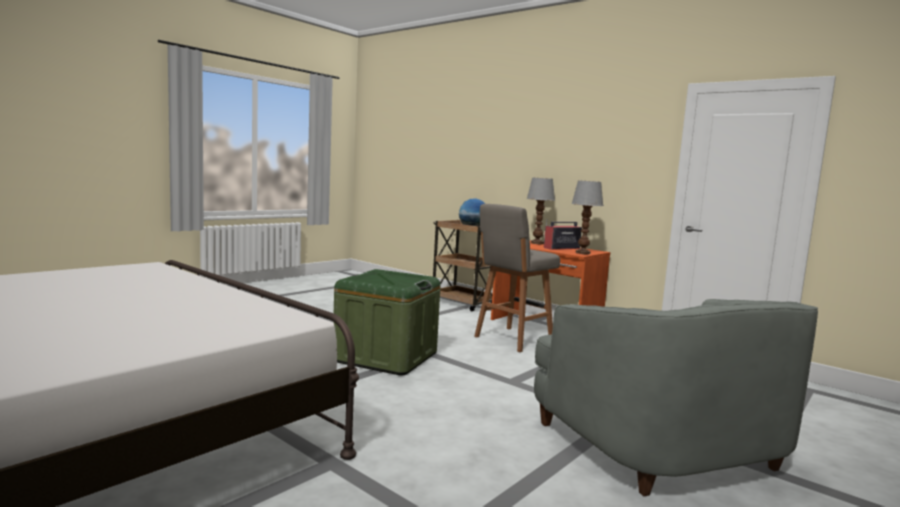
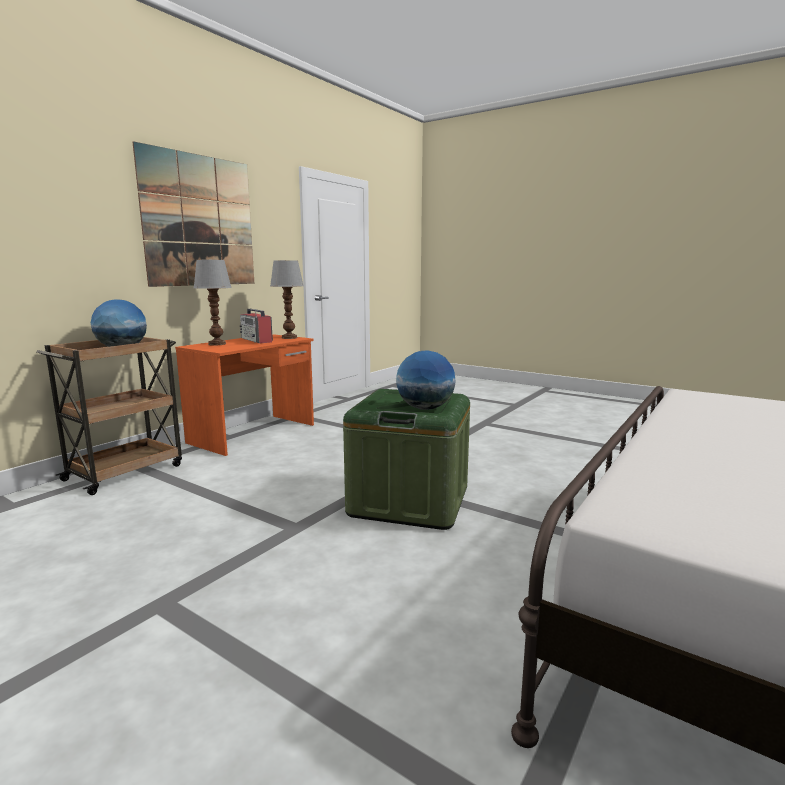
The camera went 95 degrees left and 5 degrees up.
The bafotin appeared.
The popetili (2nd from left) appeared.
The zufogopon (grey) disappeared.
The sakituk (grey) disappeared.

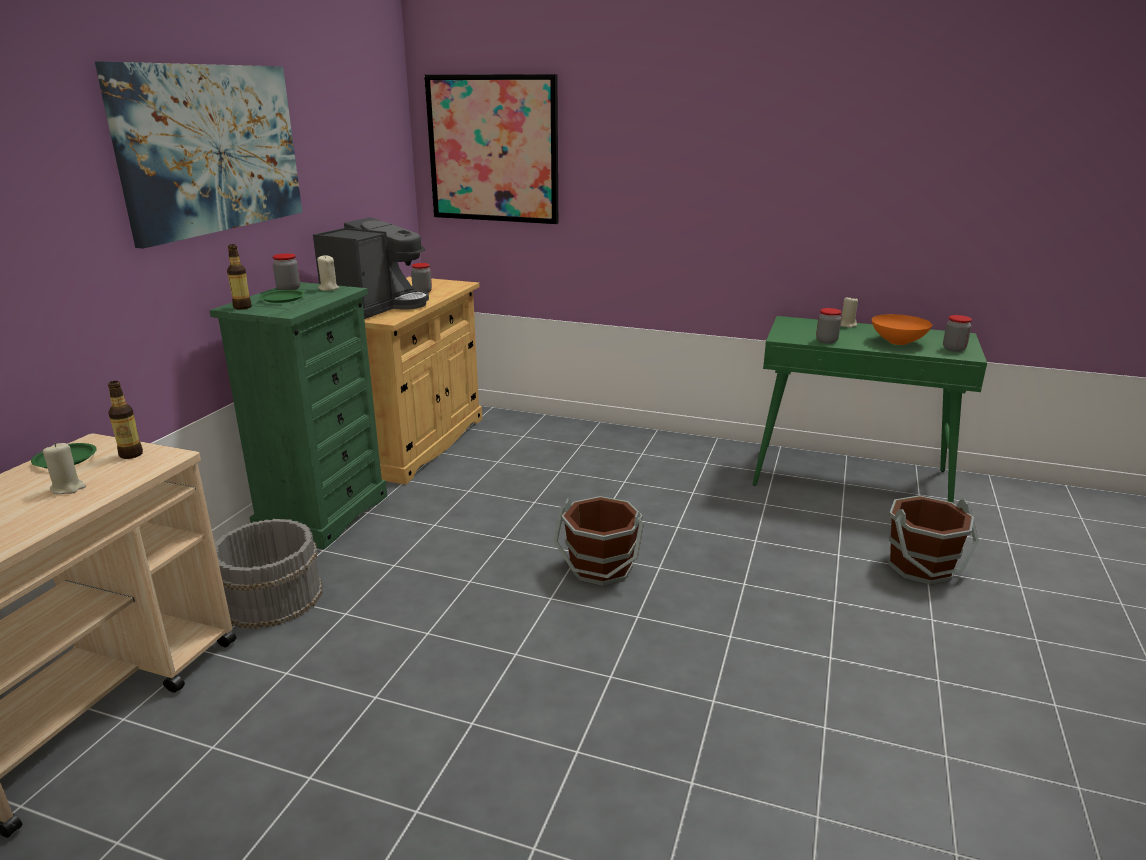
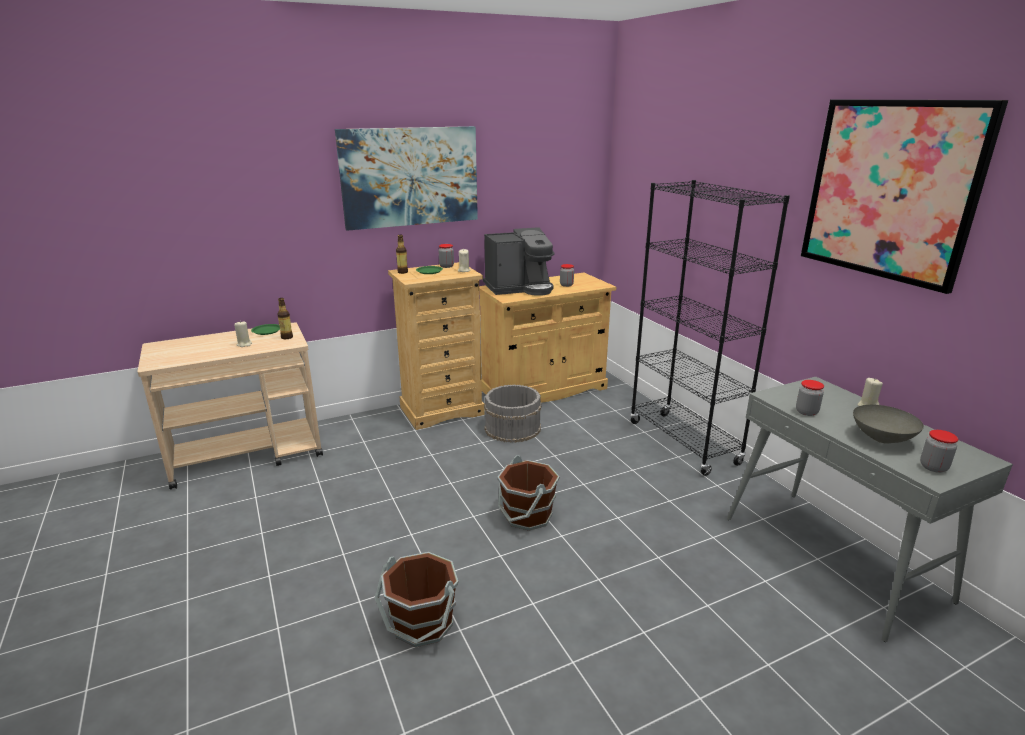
The camera went 45 degrees right and 0 degrees up.
The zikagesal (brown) (2nd from left in the first image) moved.
The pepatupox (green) became the pepatupox (beige).
The zikagesal (grey) moved.
The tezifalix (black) appeared.
The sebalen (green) became the sebalen (grey).
The bafotin (2nd from left) moved.
The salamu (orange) became the salamu (grey).

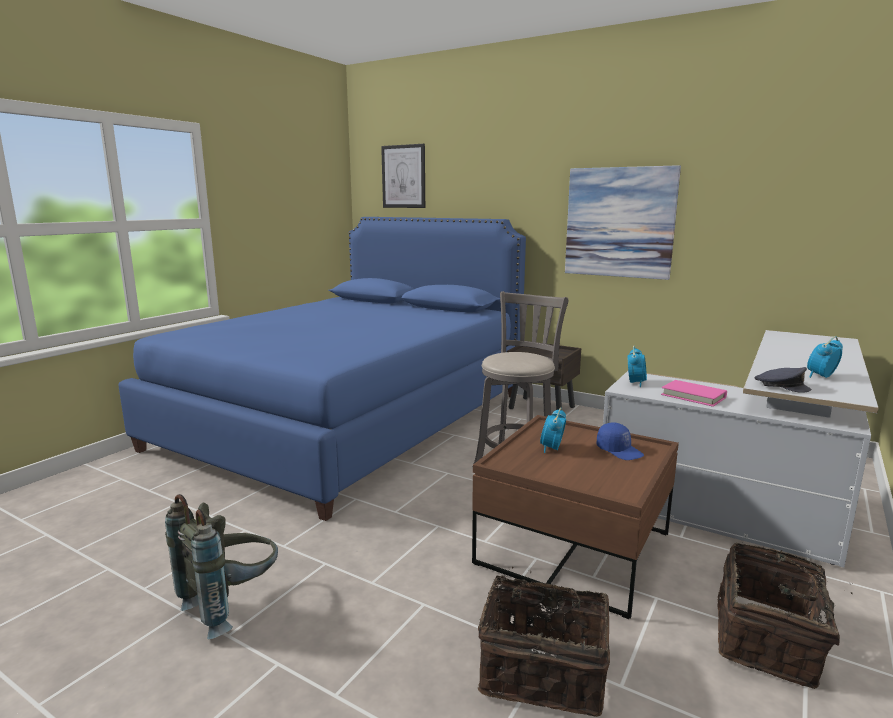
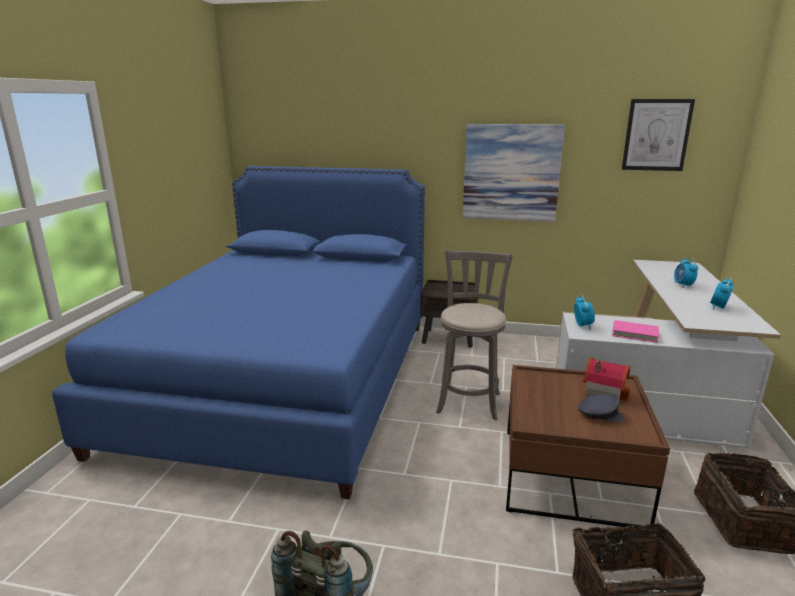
The camera went 20 degrees left and 5 degrees up.
The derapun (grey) moved.
The derapun (blue) was replaced by the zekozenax.
The bafotin (1st from left in the first image) moved.
The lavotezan (1st from left in the first image) moved.

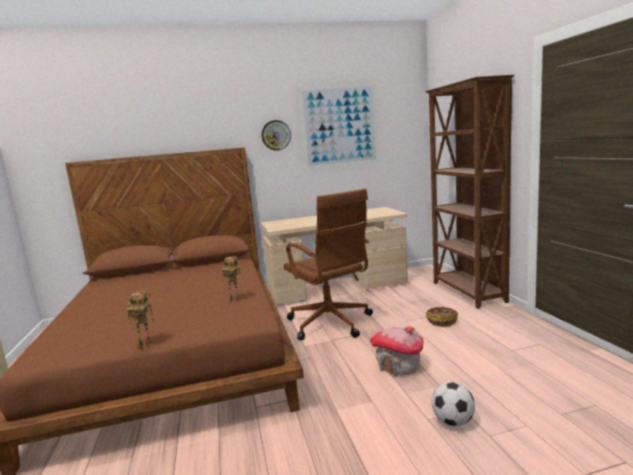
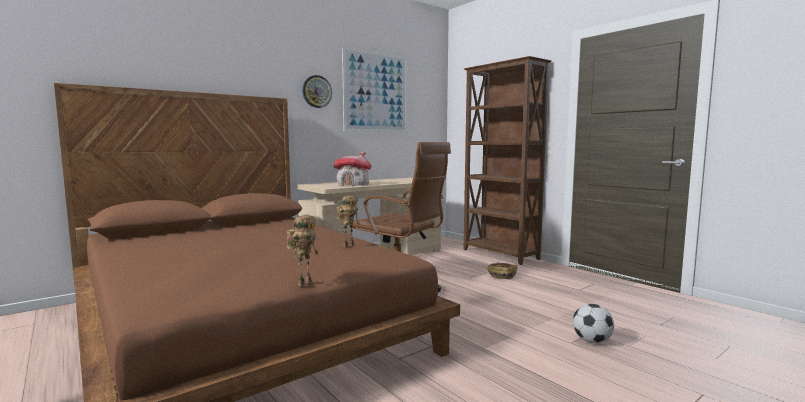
The camera went 25 degrees left and 5 degrees down.
The zekozenax moved.

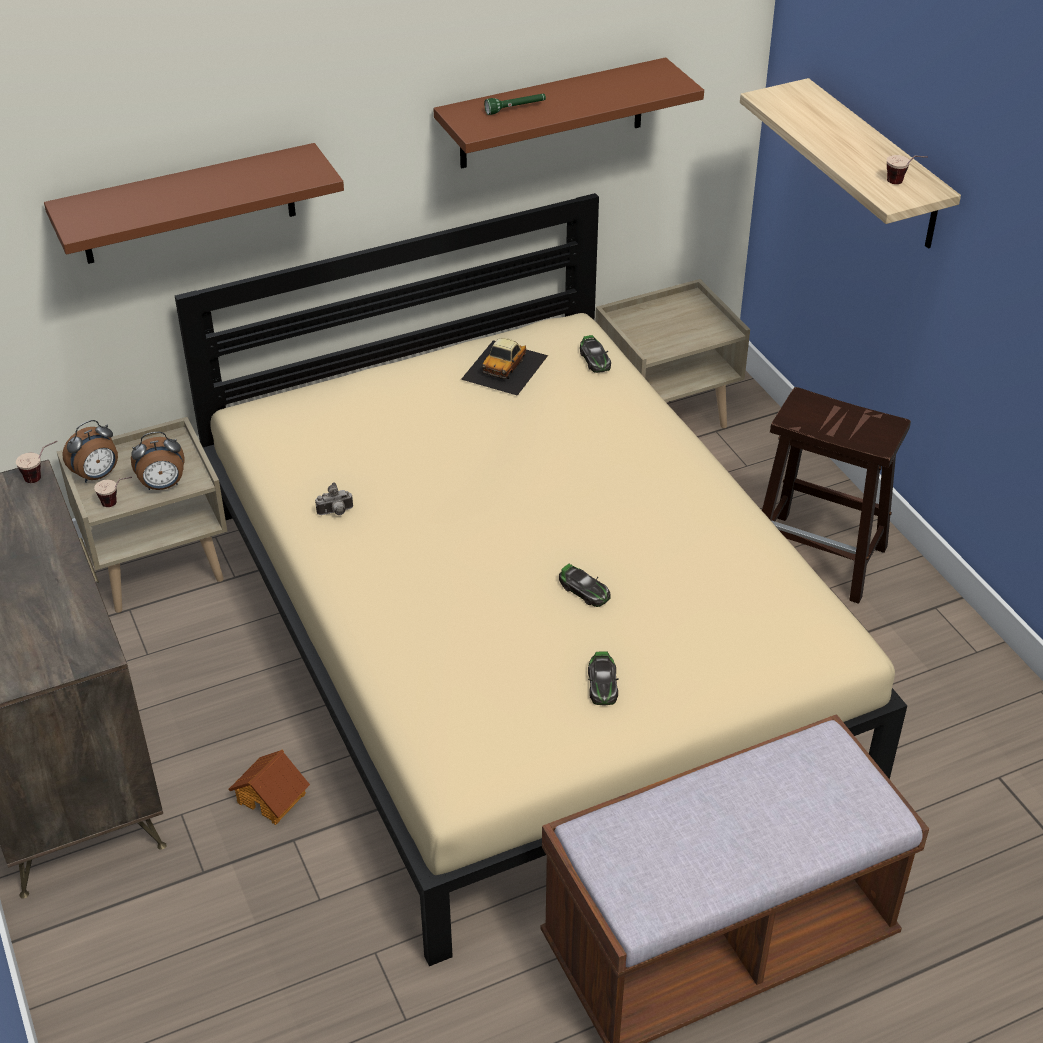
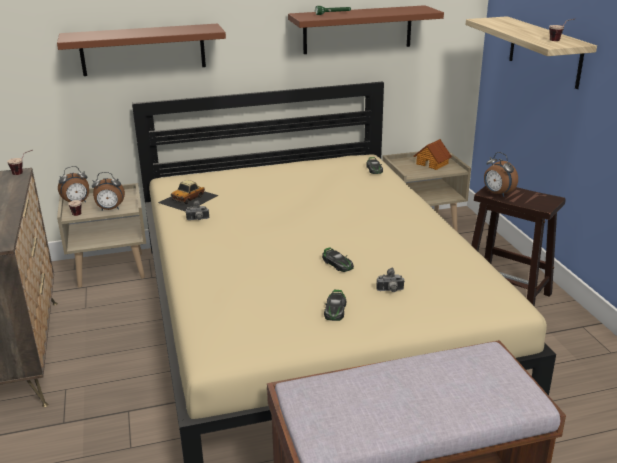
The camera went 10 degrees right and 15 degrees down.
The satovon (1st from left) moved.
The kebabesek (2nd from left) appeared.
The zekozenax moved.
The lavotezan (3rd from left) appeared.

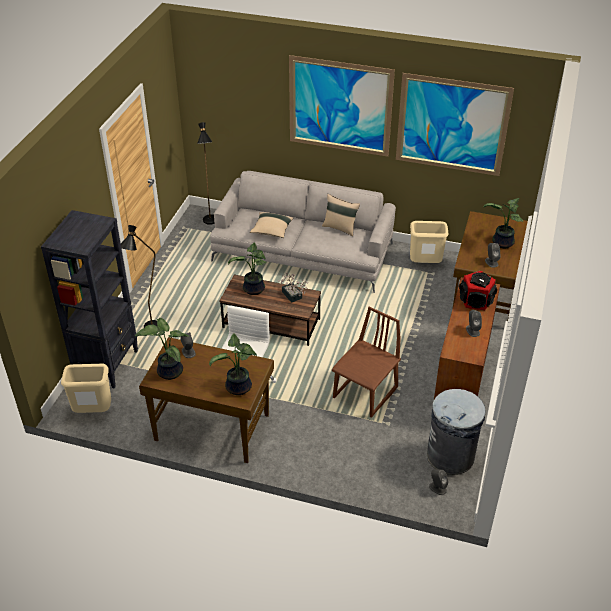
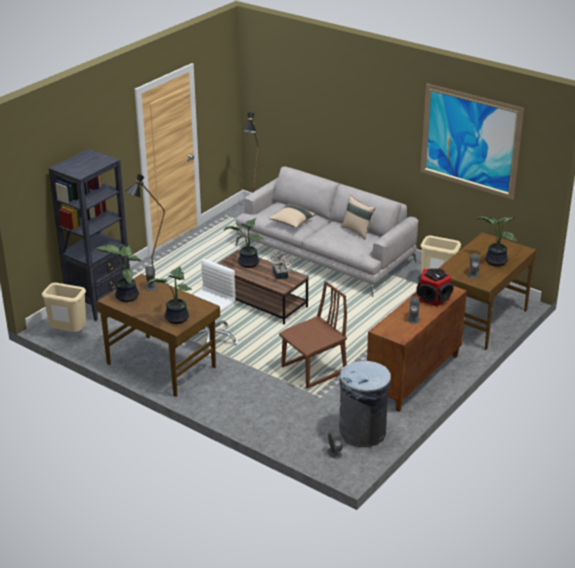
The camera went 20 degrees right and 10 degrees down.
The bafotin (1st from left) disappeared.

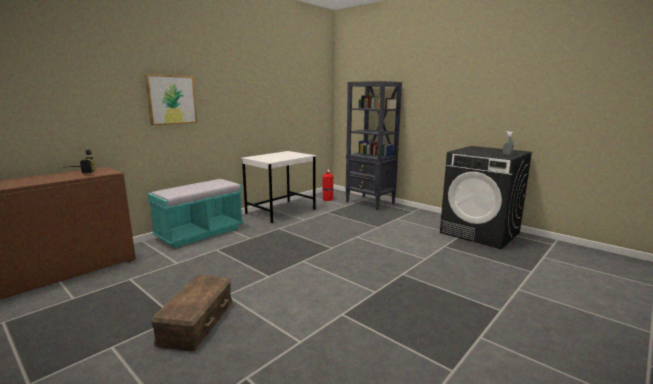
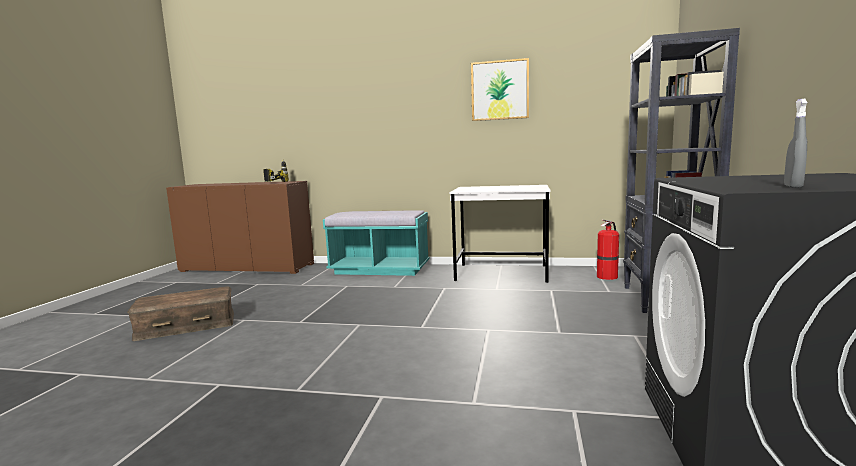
The camera went 60 degrees right and 5 degrees down.
The bafotin moved.

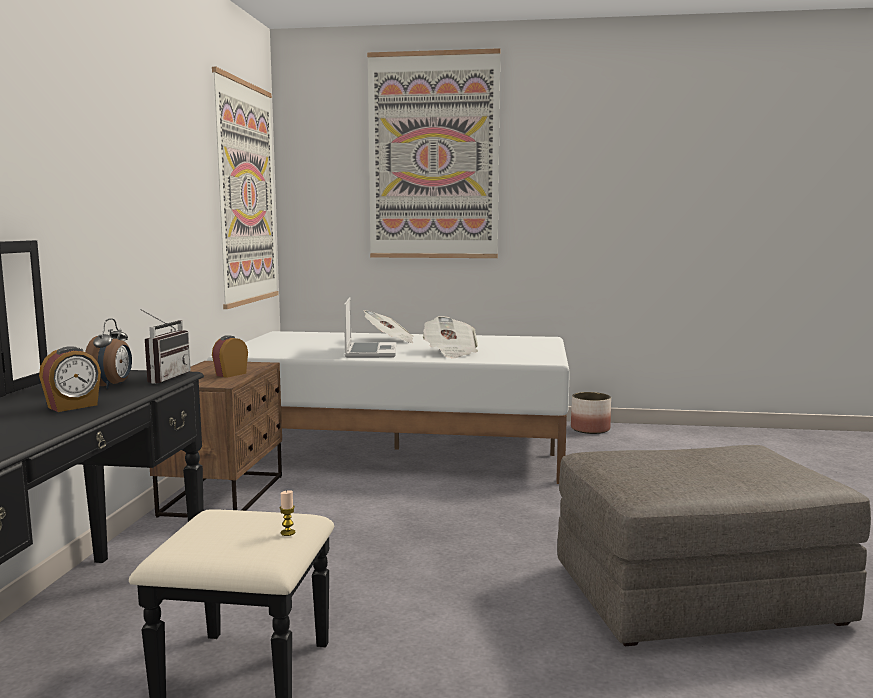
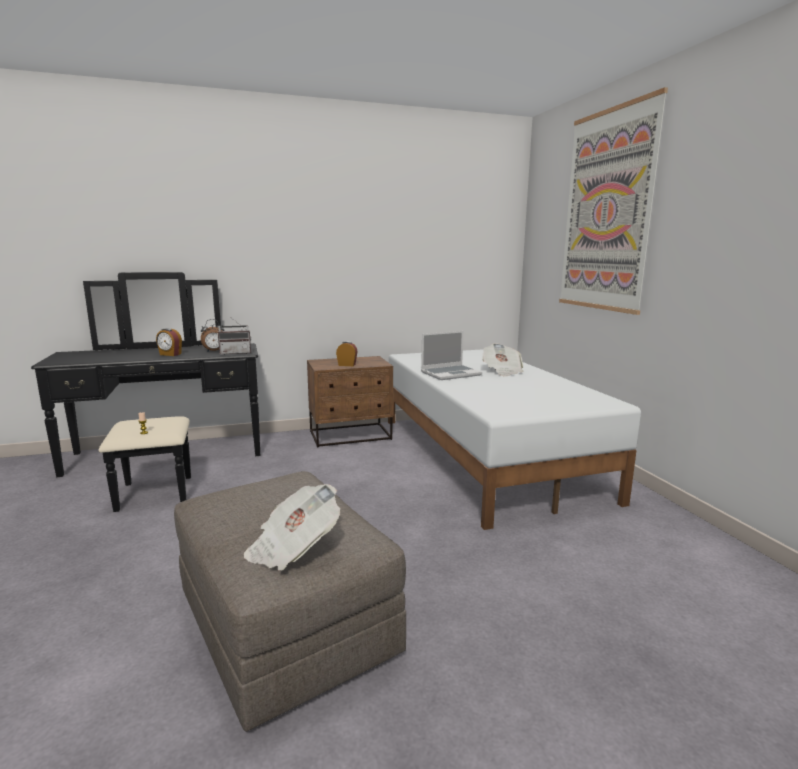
The camera went 65 degrees right and 5 degrees up.
The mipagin (2nd from left in the first image) moved.
The bafotin (1st from left) disappeared.
The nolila disappeared.

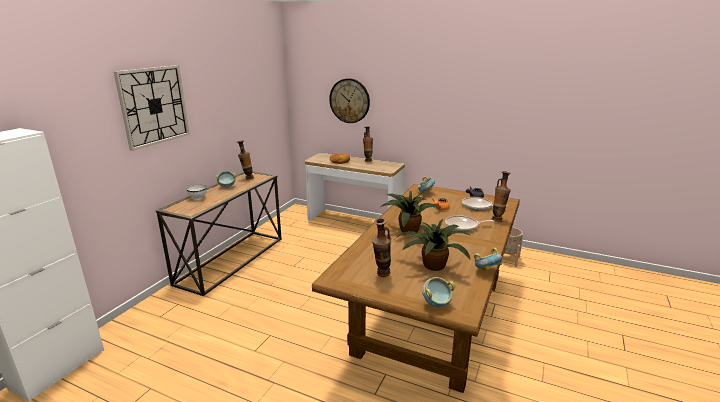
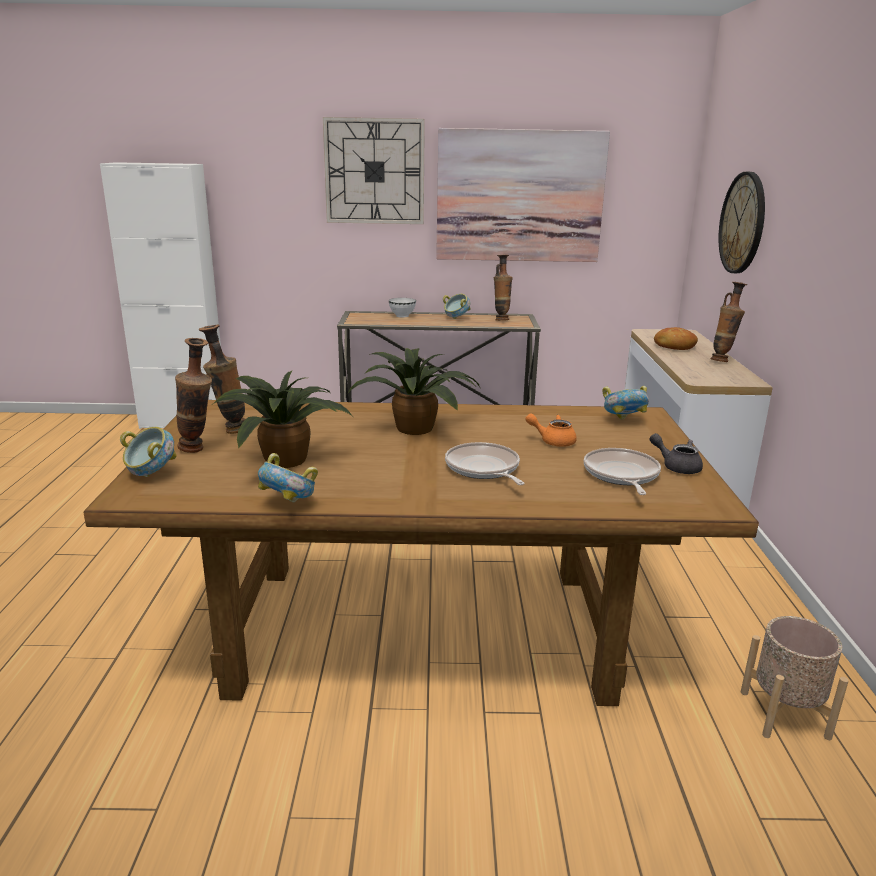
The camera went 65 degrees right and 0 degrees up.
The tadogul (4th from left in the first image) moved.
The bafotin appeared.

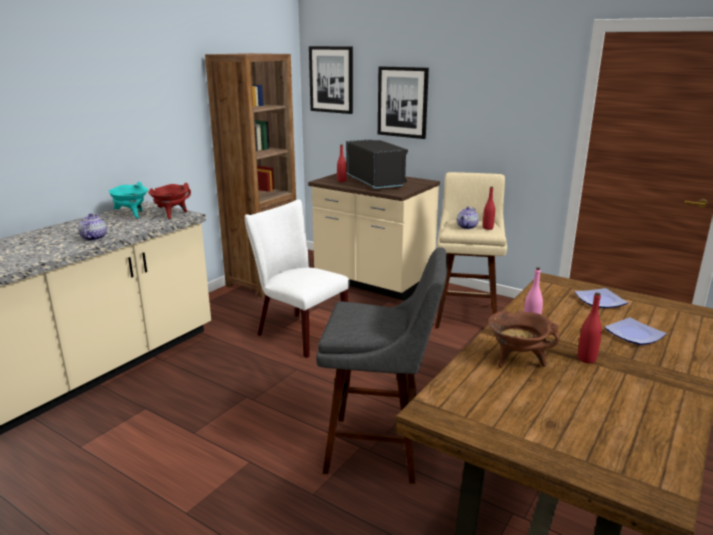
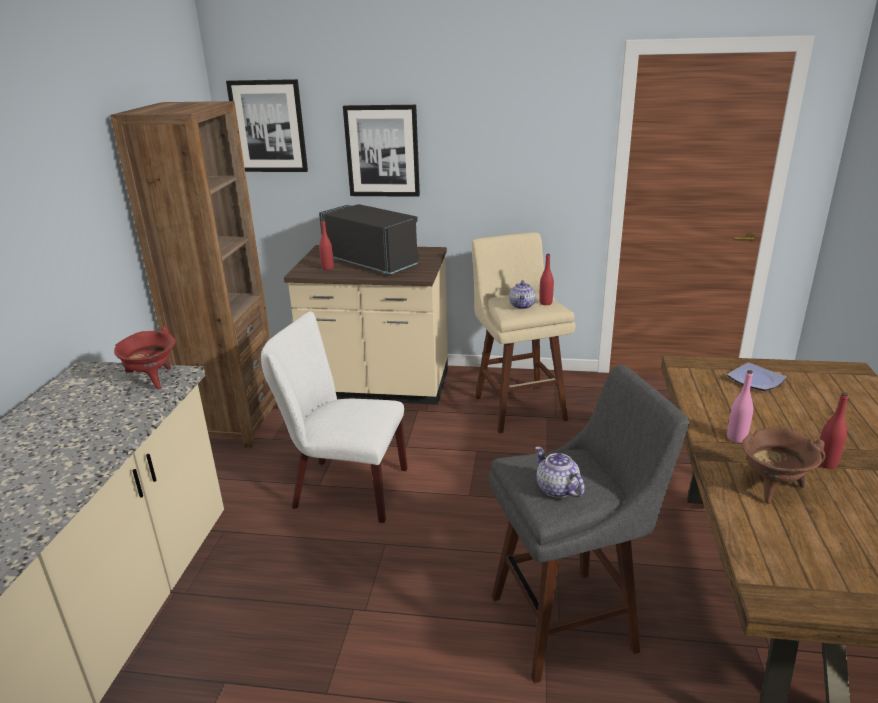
The camera went 25 degrees left and 5 degrees up.
The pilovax (1st from left in the first image) moved.
The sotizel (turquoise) disappeared.
The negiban (2nd from left) disappeared.

